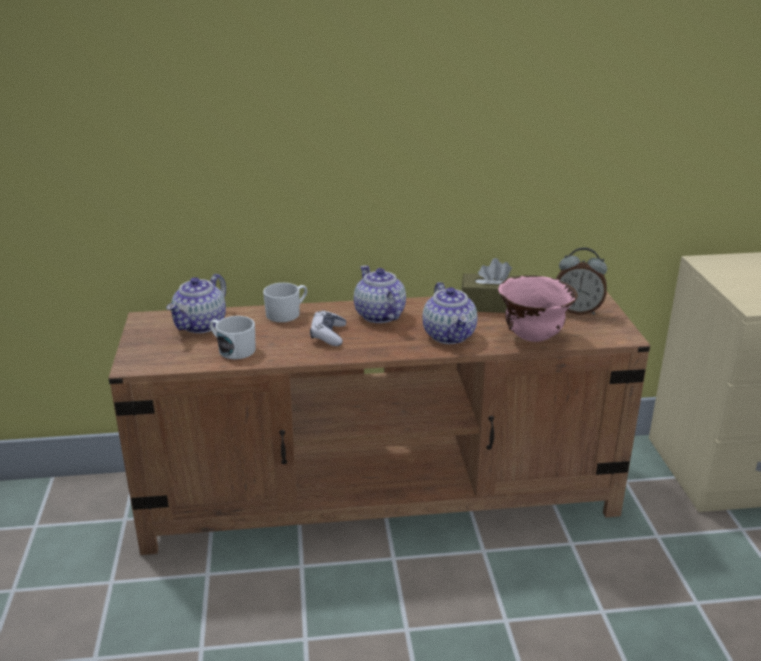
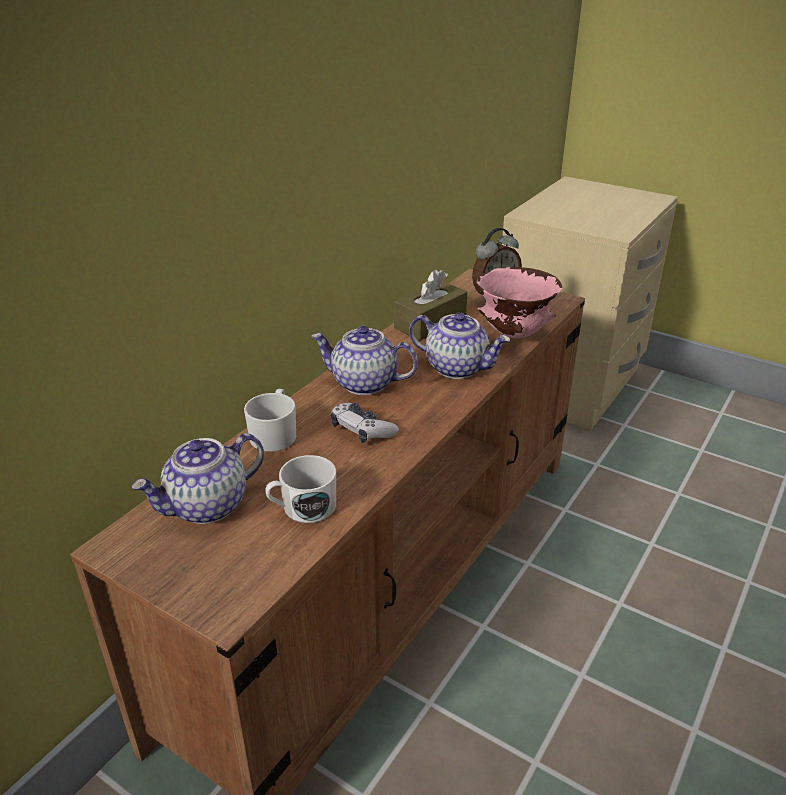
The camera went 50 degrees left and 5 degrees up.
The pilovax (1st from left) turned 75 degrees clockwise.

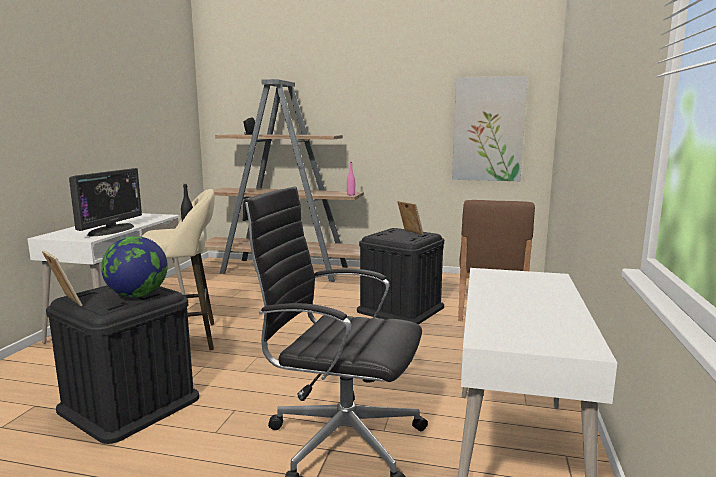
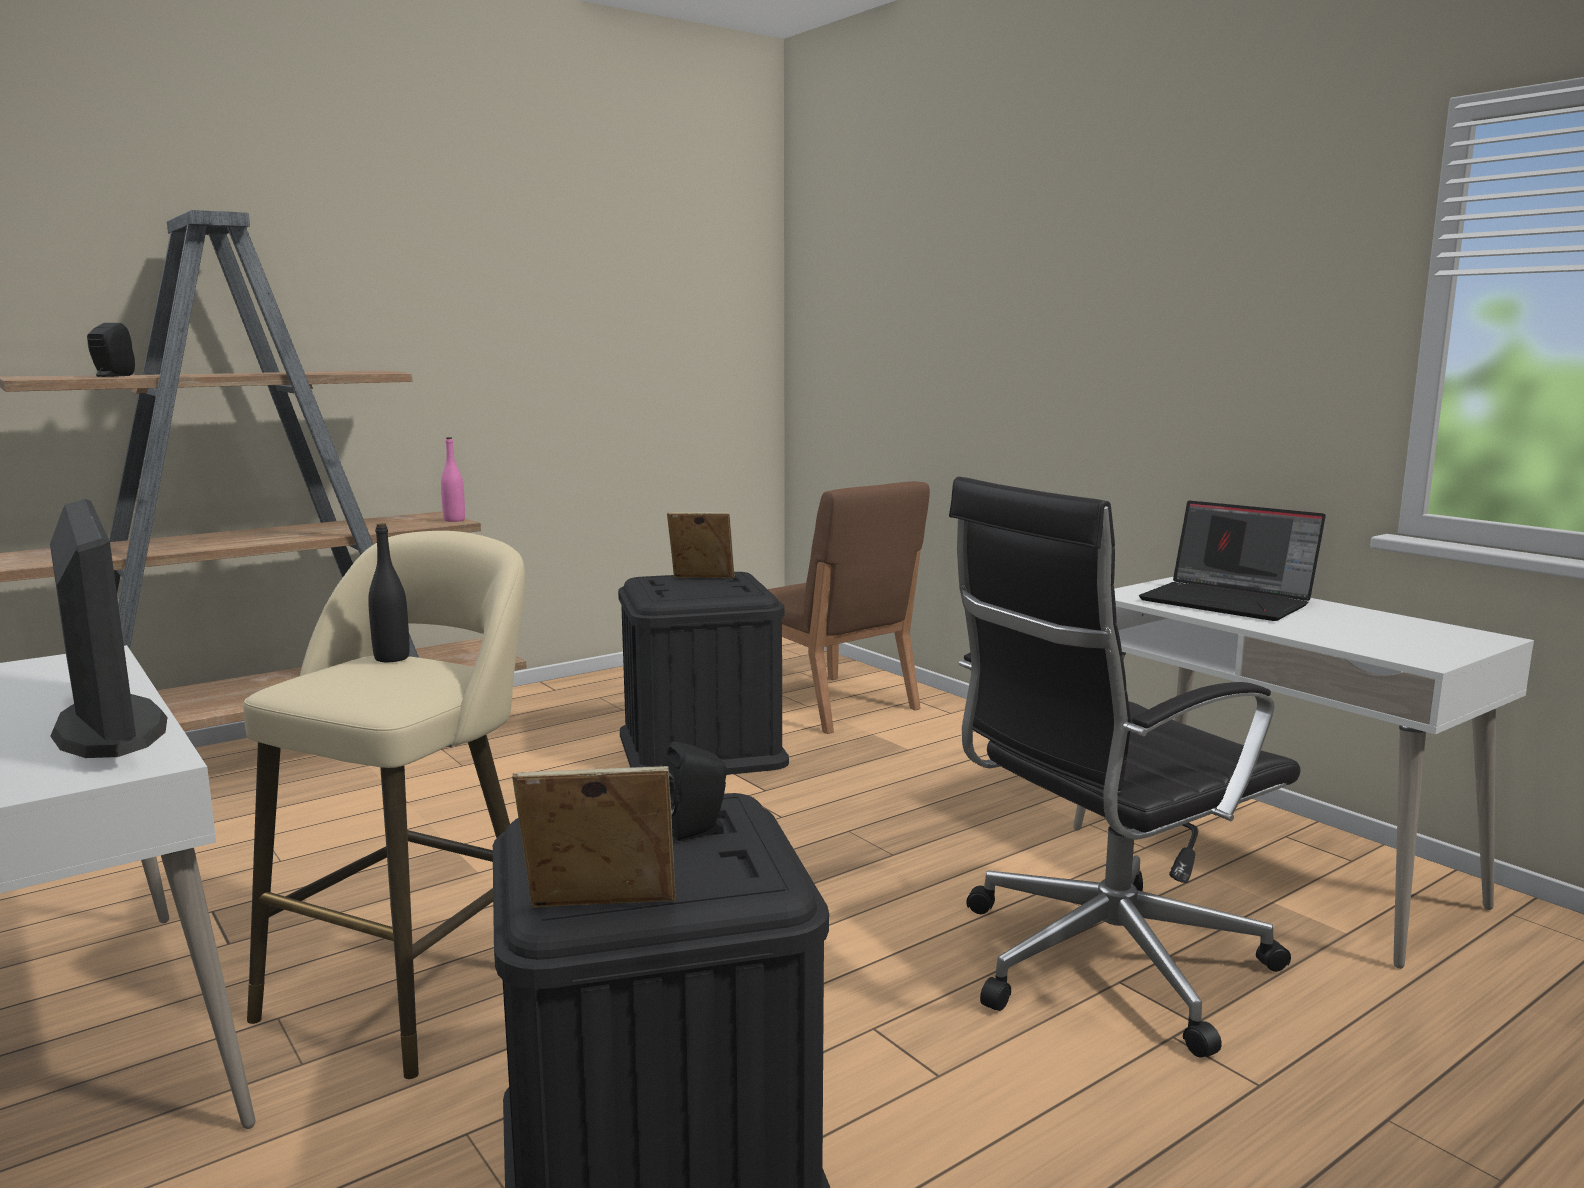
The camera went 50 degrees left and 0 degrees up.
The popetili was replaced by the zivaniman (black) (2nd from left).
The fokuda appeared.
The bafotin disappeared.

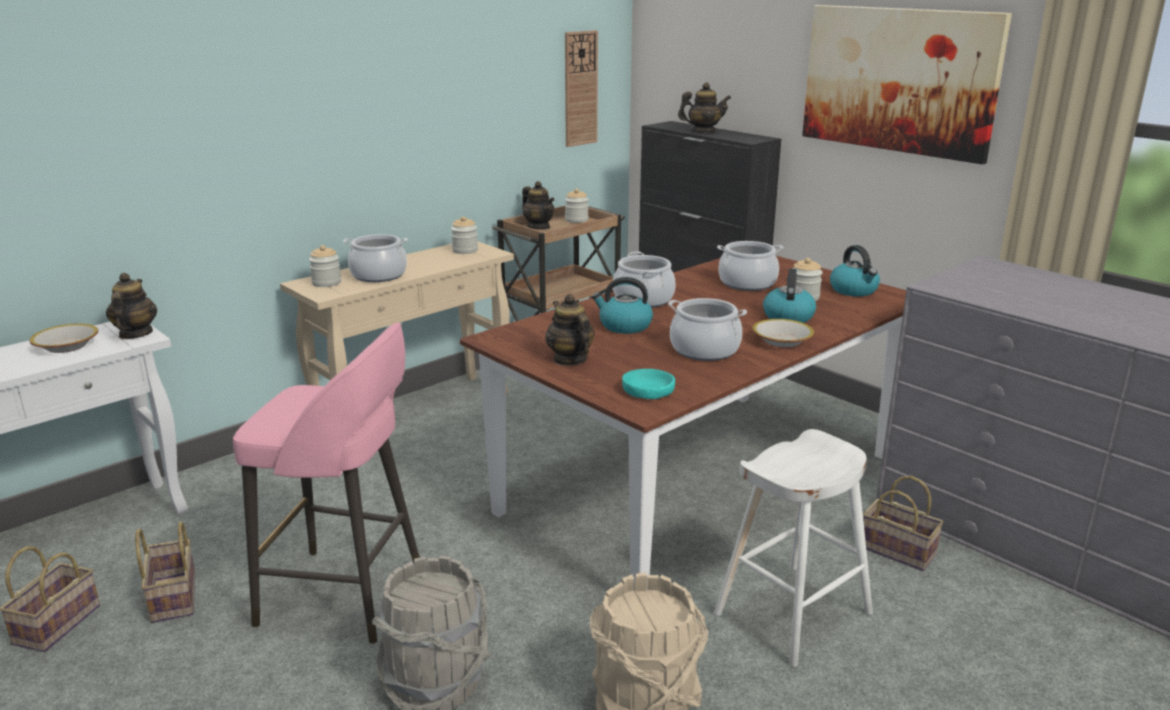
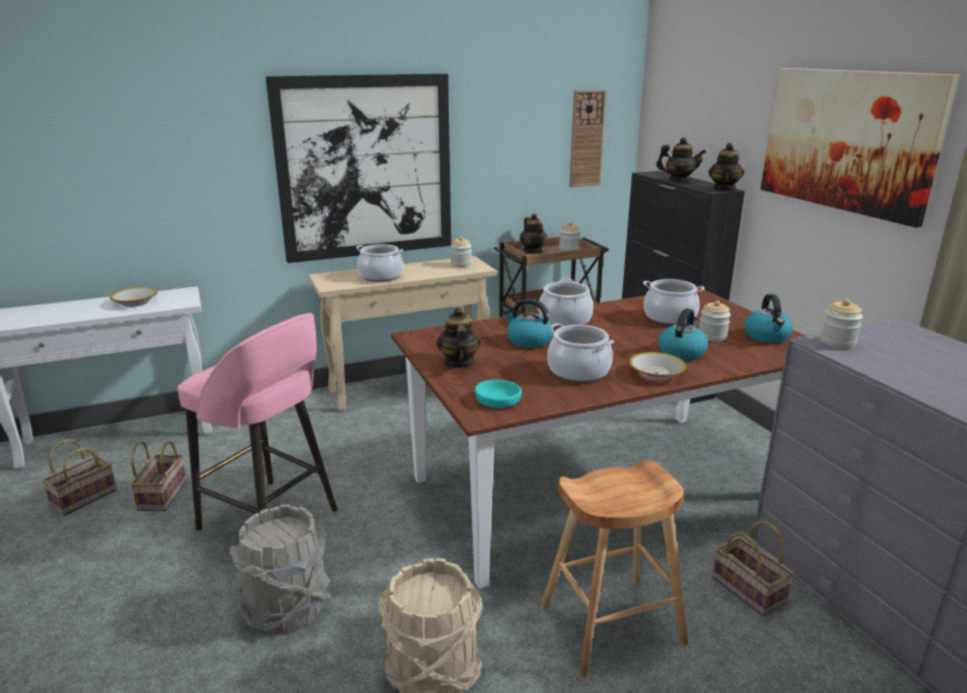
The camera went 20 degrees right and 0 degrees up.
The bafotin (1st from left) appeared.
The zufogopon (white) became the zufogopon (brown).
The pilovax (1st from left in the first image) moved.
The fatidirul (1st from left in the first image) moved.

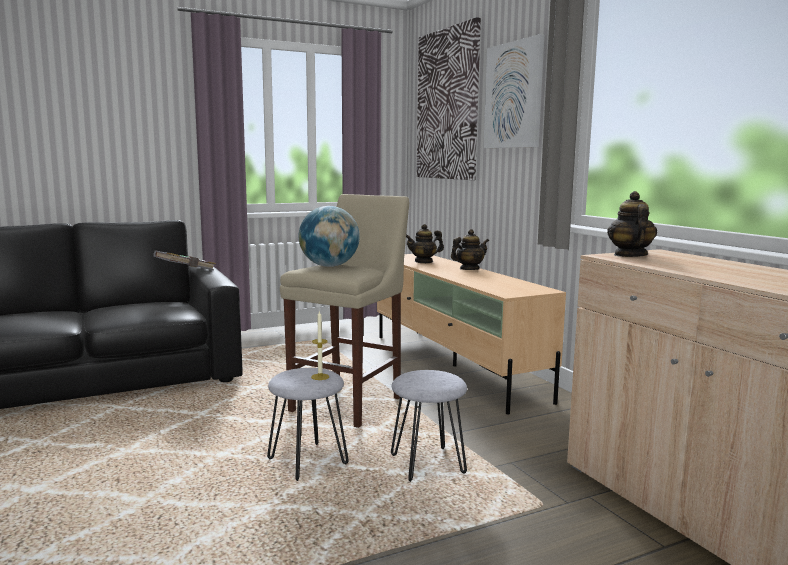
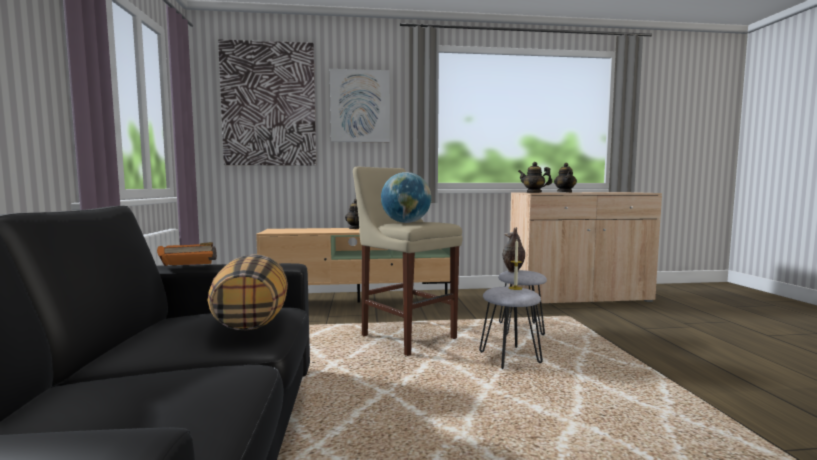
The camera went 70 degrees left and 5 degrees down.
The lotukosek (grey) became the lotukosek (orange).
The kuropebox appeared.
The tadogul appeared.
The pilovax (1st from left in the first image) moved.

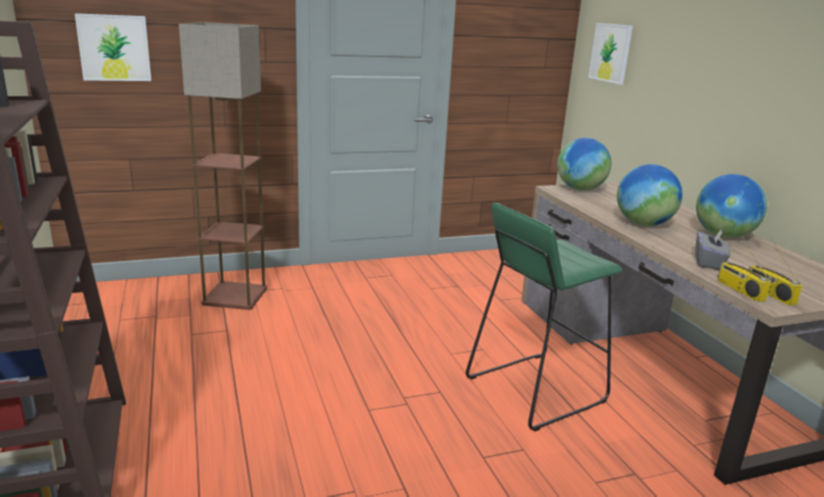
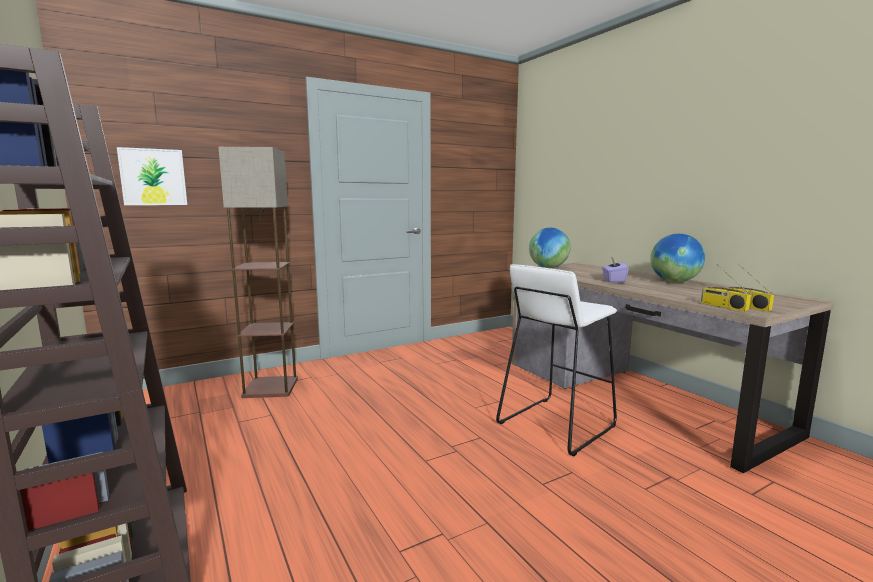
The camera went 10 degrees left and 10 degrees down.
The zufogopon (green) became the zufogopon (white).
The popetili (2nd from left) was replaced by the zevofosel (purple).
The bafotin (2nd from left) disappeared.
The zevofosel (grey) disappeared.

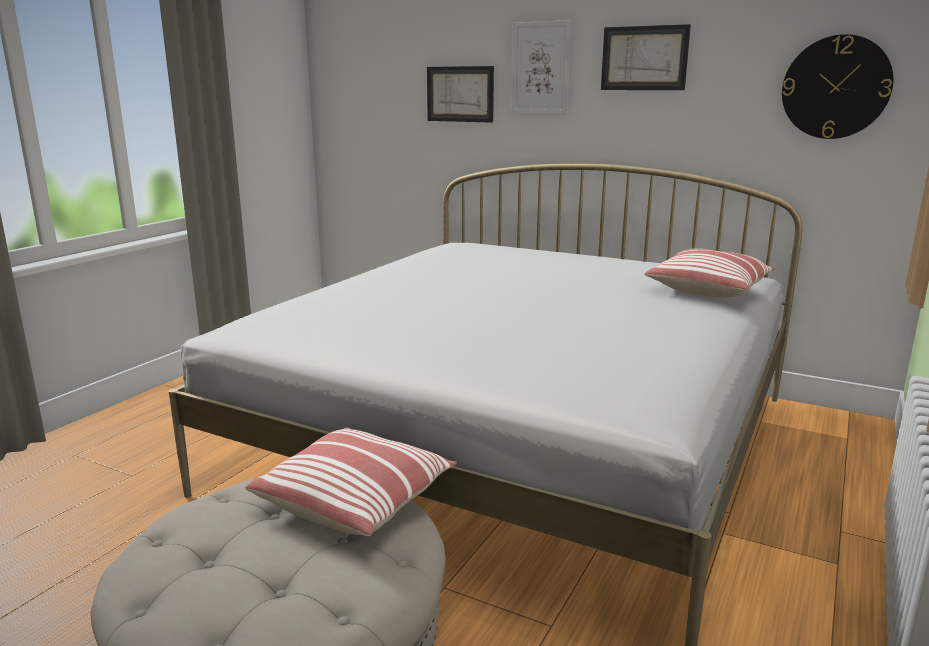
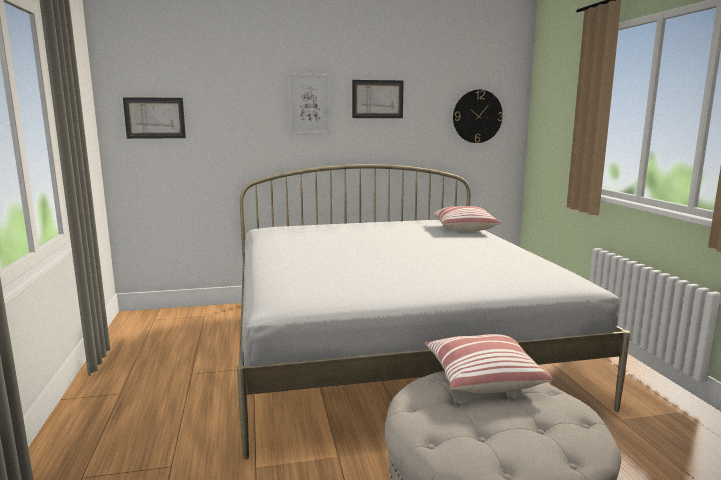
The camera went 40 degrees left and 5 degrees down.
The bafotin (1st from left) moved.

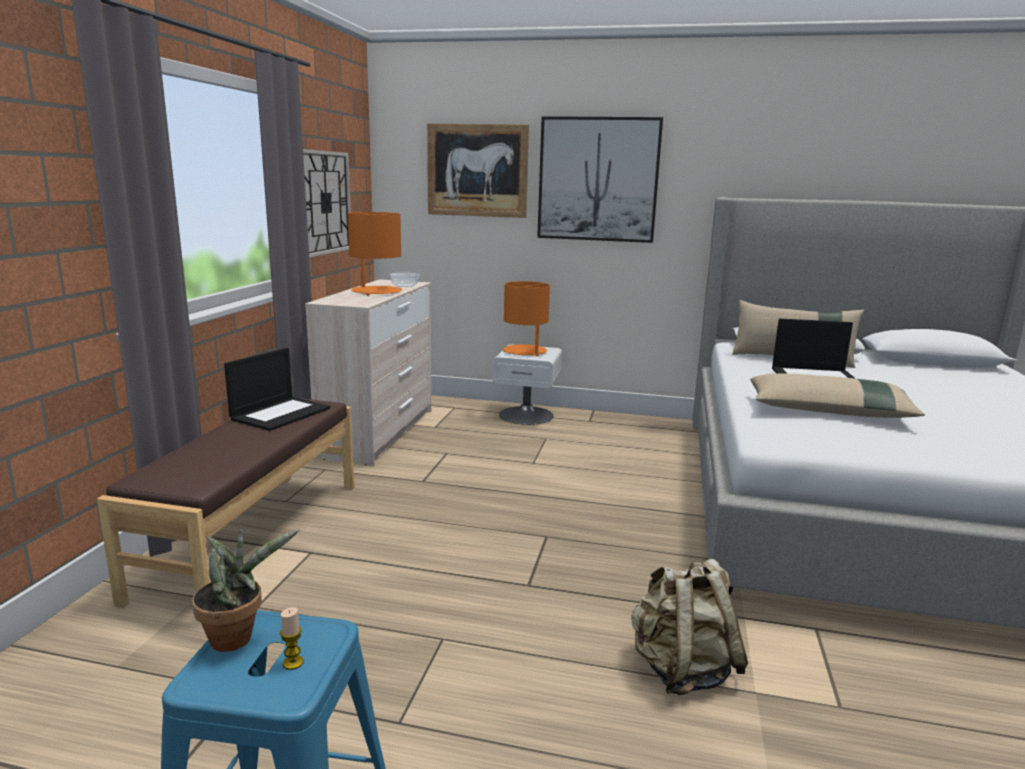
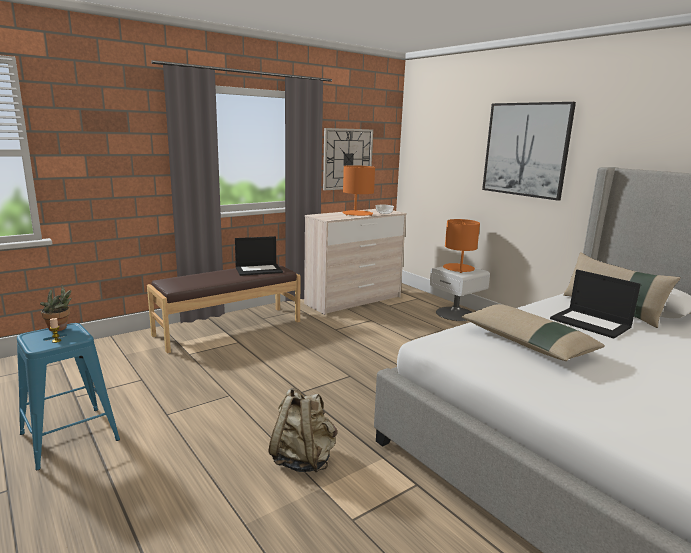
The camera went 40 degrees right and 0 degrees up.
The bafotin (1st from left) disappeared.

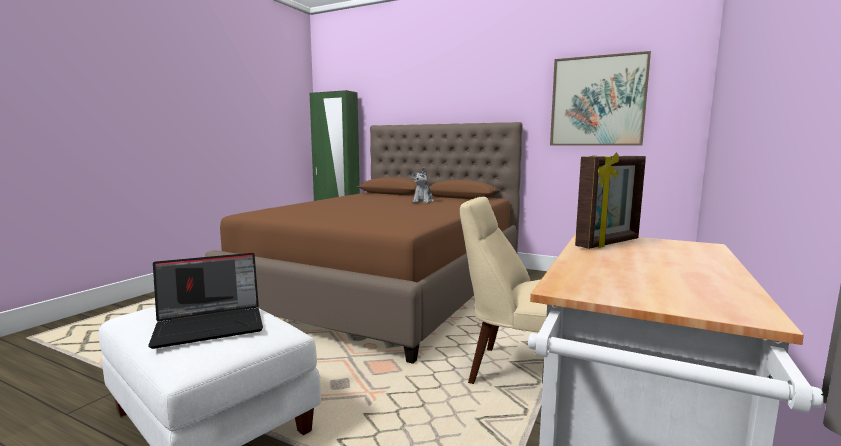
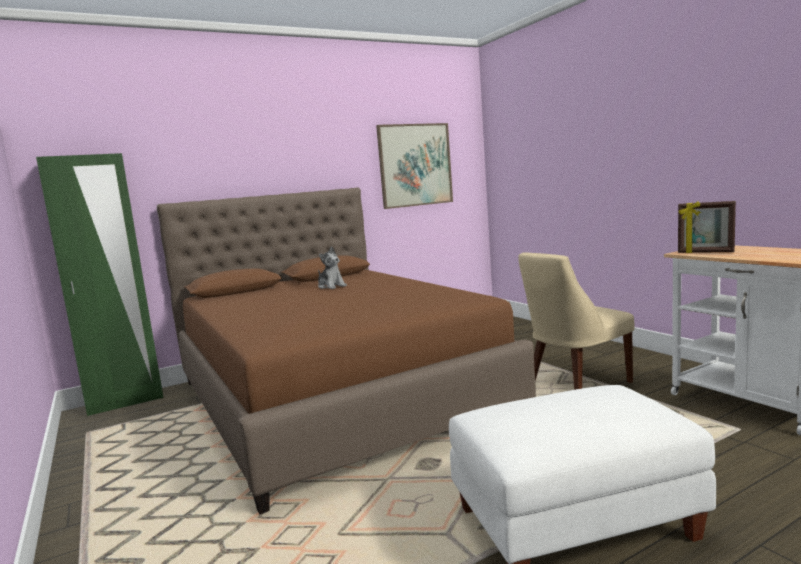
The camera went 55 degrees left and 0 degrees up.
The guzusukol turned 120 degrees clockwise.
The fokuda disappeared.

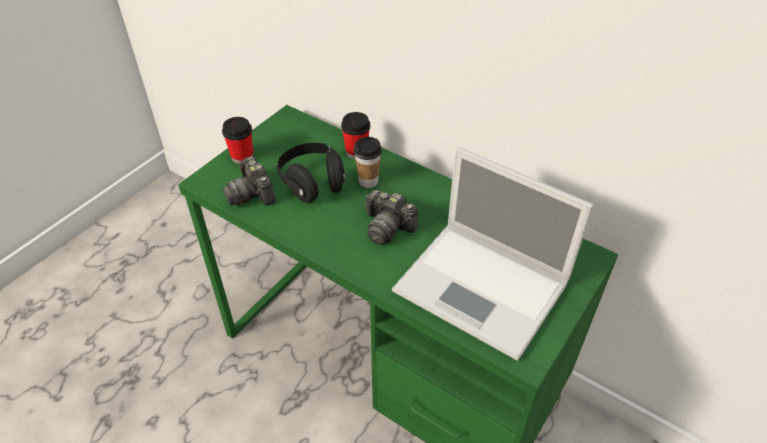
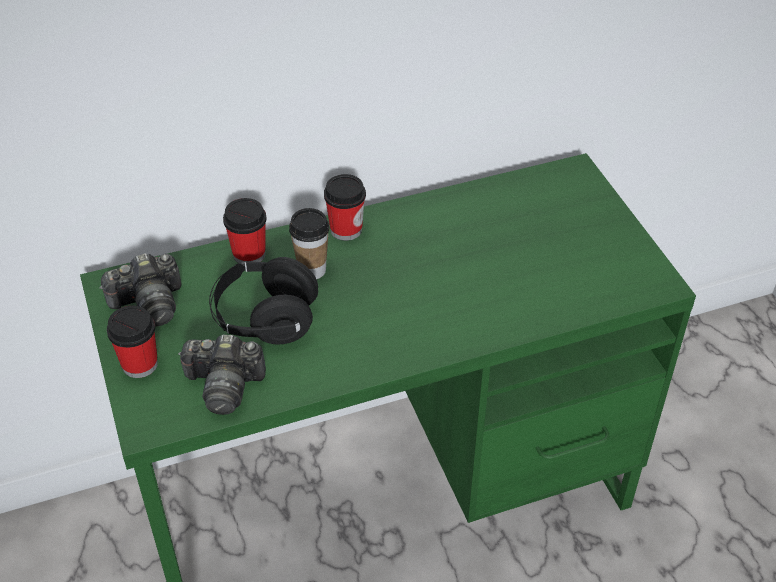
The camera went 55 degrees left and 0 degrees up.
The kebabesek (2nd from left in the first image) moved.
The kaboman (4th from left) appeared.
The fokuda disappeared.

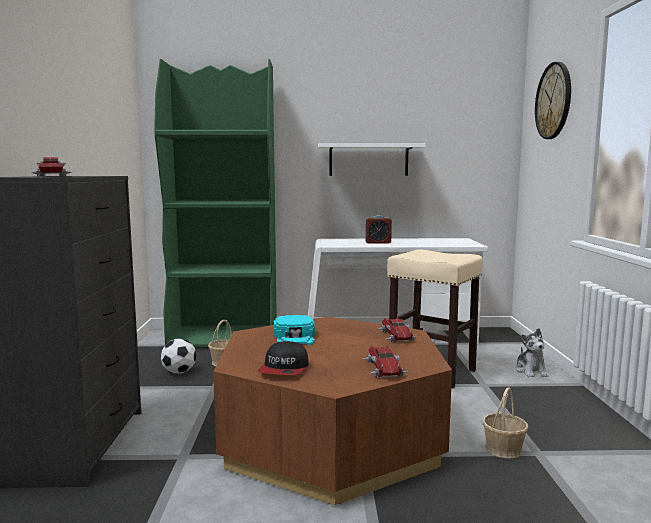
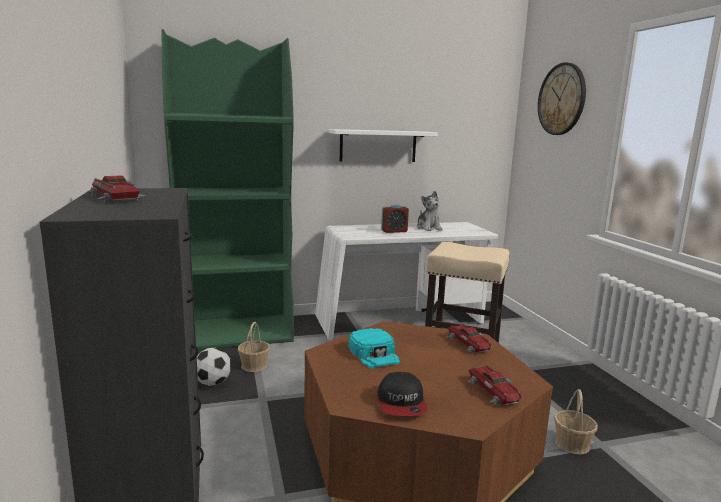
The camera went 15 degrees left and 5 degrees up.
The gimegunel moved.

